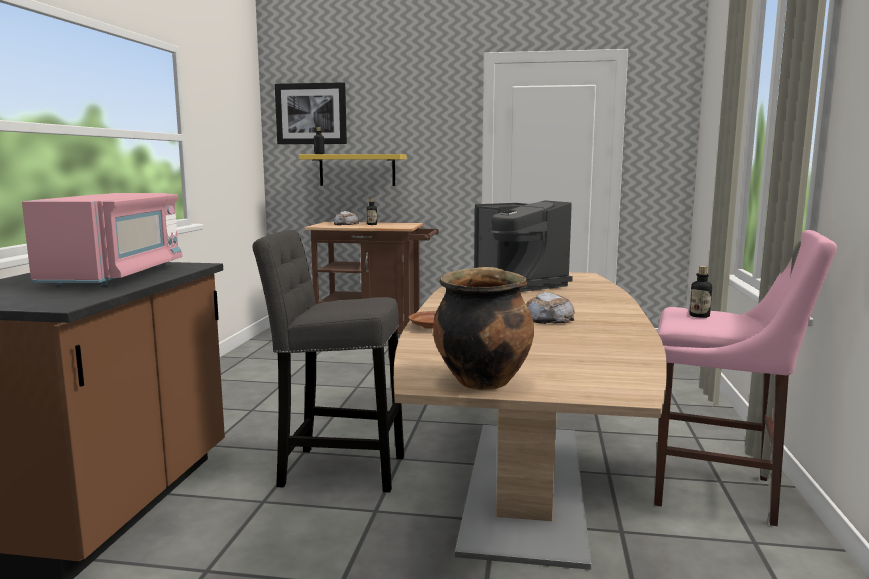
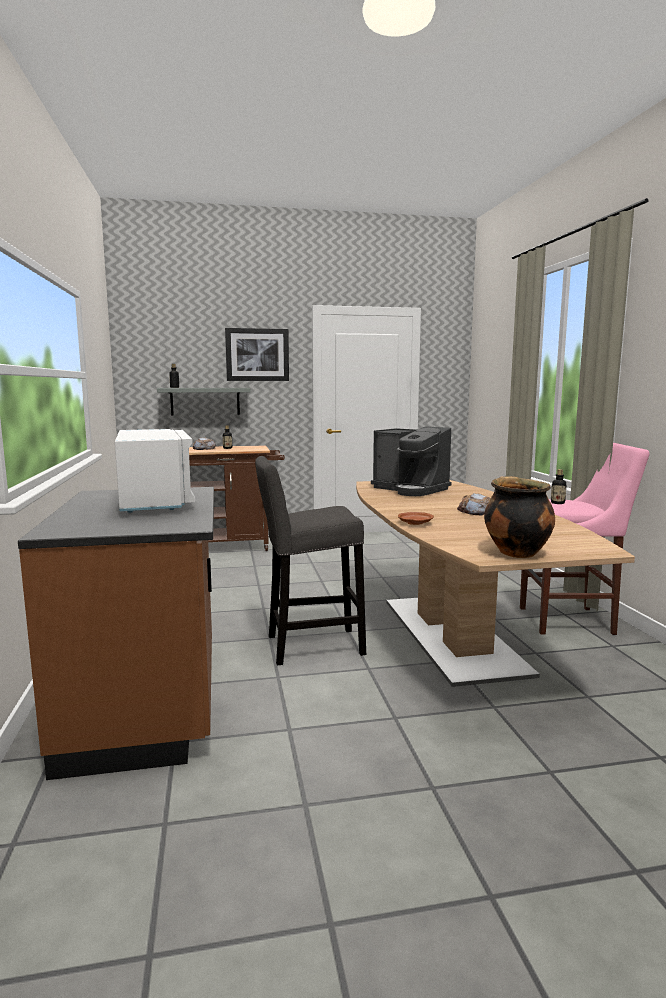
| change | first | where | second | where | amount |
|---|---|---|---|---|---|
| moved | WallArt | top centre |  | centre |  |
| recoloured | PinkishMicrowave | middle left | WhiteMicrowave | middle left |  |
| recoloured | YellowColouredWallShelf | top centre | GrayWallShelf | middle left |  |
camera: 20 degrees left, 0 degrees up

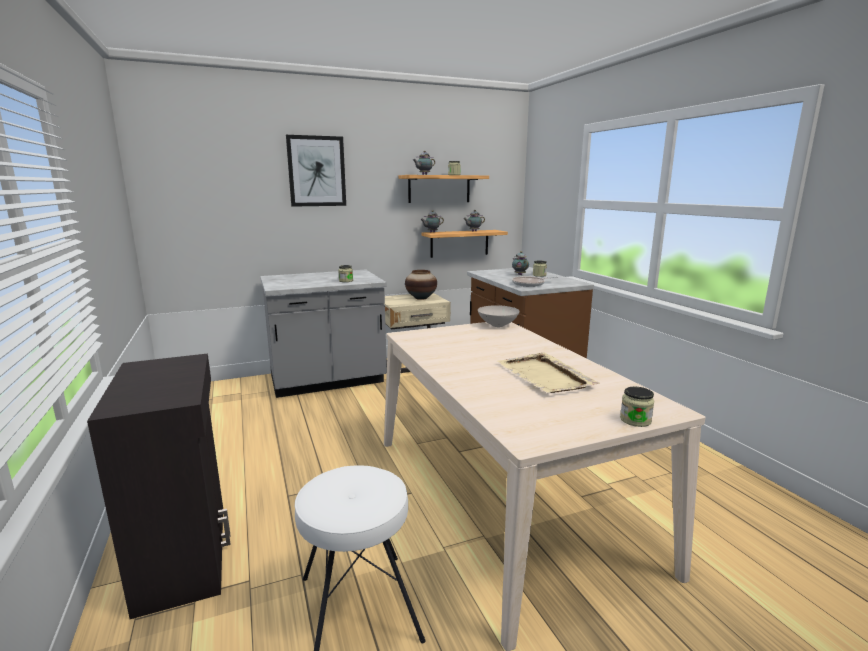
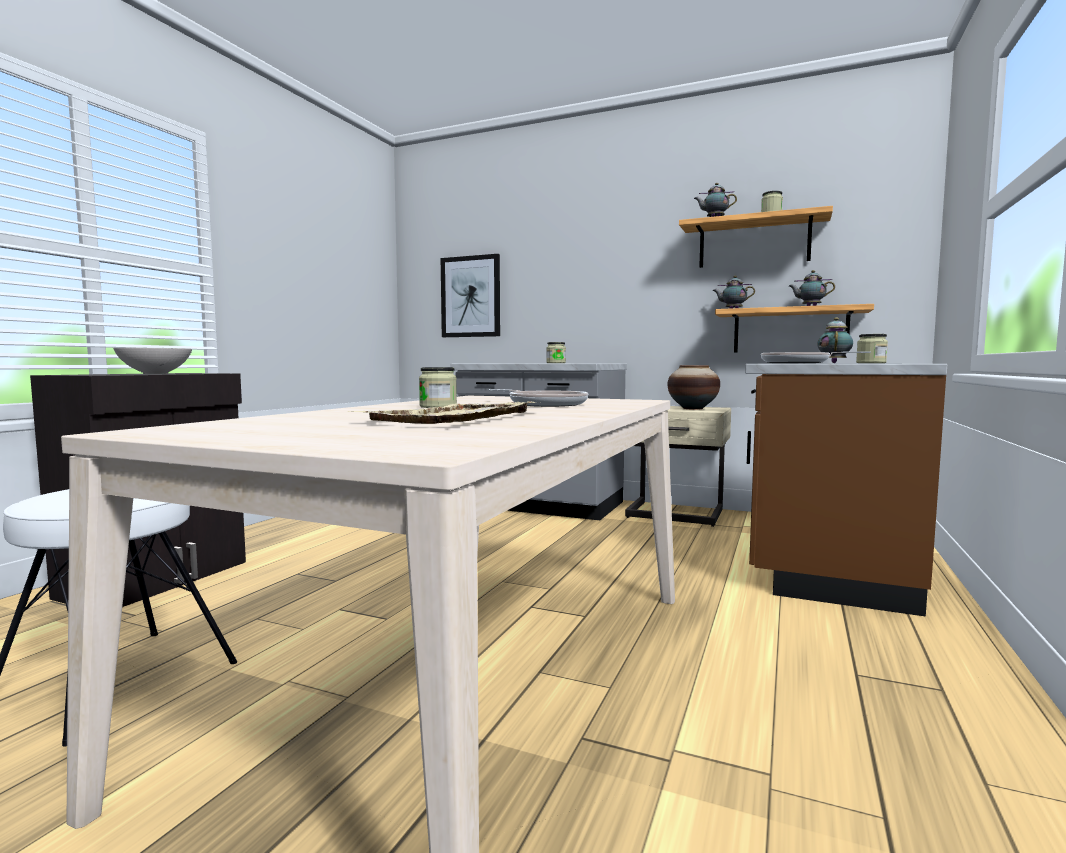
| change | first | where | second | where | amount |
|---|---|---|---|---|---|
| added |  |  | Pan (1st from left) | centre |  |
| moved | WallArt | top centre |  | centre |  |
| moved | WhiteBowl | centre |  | middle left |  |
| moved | StorageJar (4th from left in the first image) | middle right | StorageJar (1st from left) | centre |  |
camera: 45 degrees right, 10 degrees down

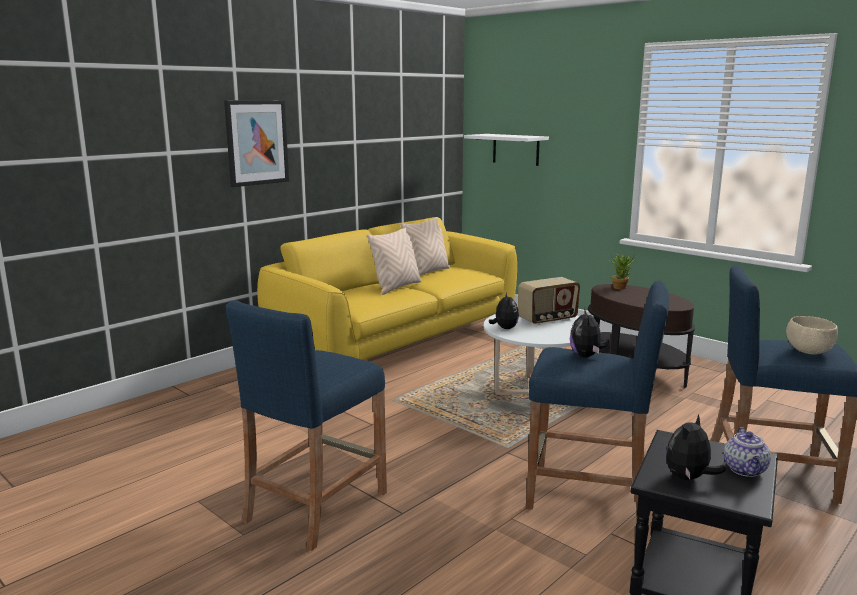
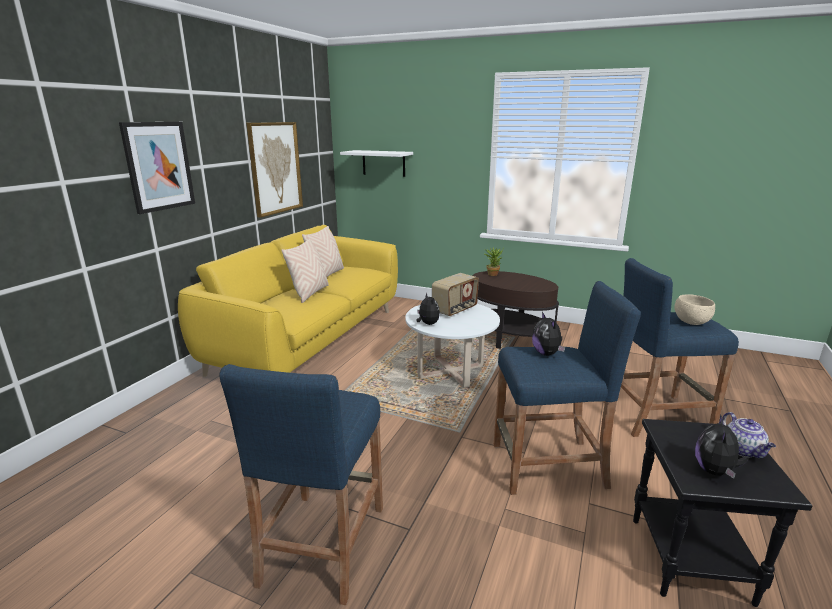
| change | first | where | second | where | amount |
|---|---|---|---|---|---|
| added |  |  | WallArt (2nd from left) | top left |  |
camera: 20 degrees left, 5 degrees up

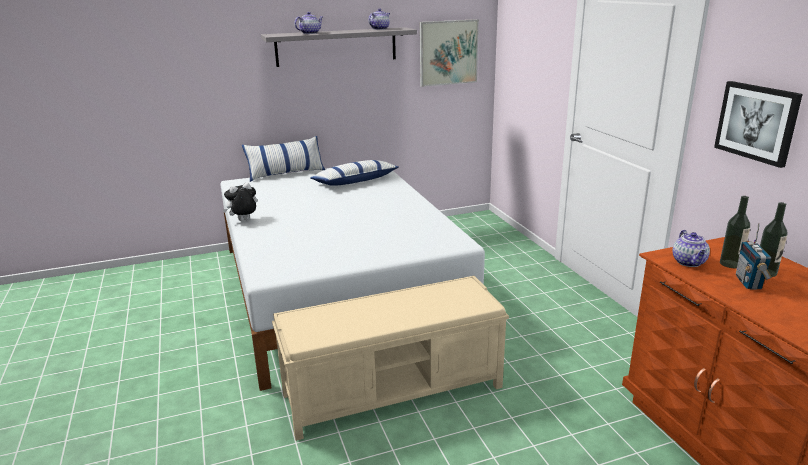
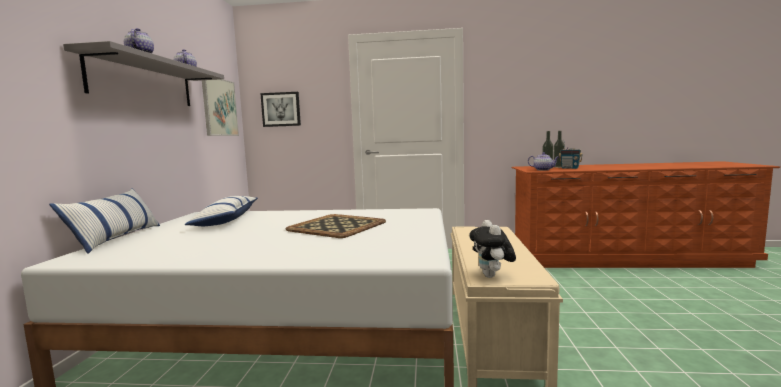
| change | first | where | second | where | amount |
|---|---|---|---|---|---|
| added |  |  | ServingTray | centre |  |
| moved | CuddlyToy | middle left |  | centre |  |
| moved | WallArt (2nd from left) | top right |  | top centre |  |
camera: 65 degrees left, 15 degrees down

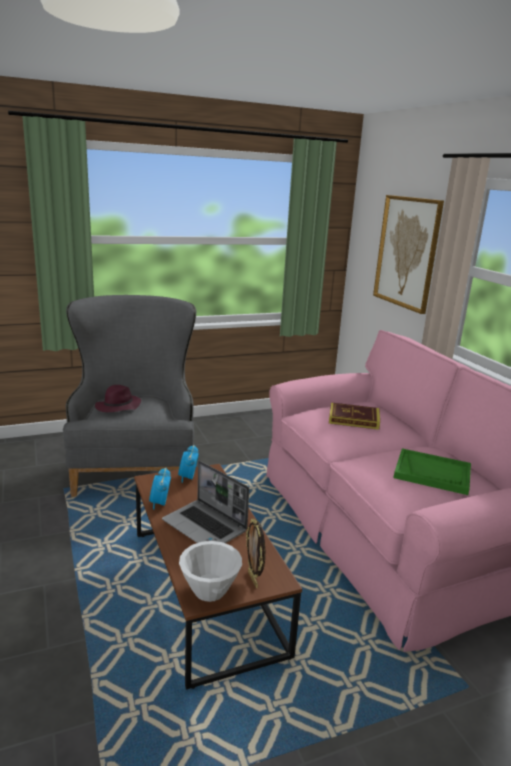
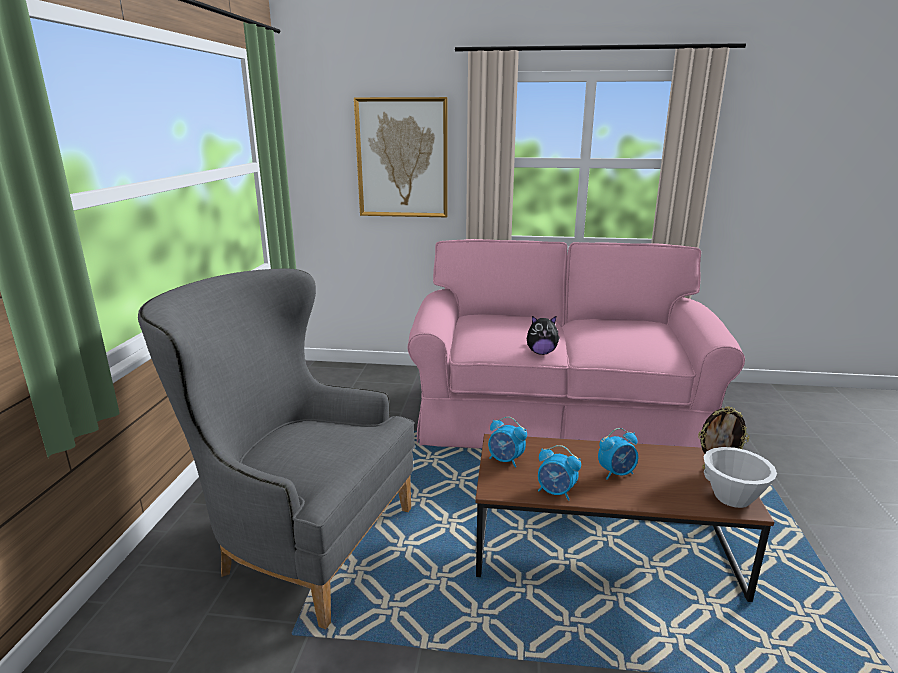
| change | first | where | second | where | amount |
|---|---|---|---|---|---|
| removed | PurplishHat | middle left |  |  |  |
| removed | Volume | middle right |  |  |  |
| removed | GreenishServingTray | middle right |  |  |  |
| added |  |  | CuddlyToy | centre |  |
| replaced | PortableComputer | centre | TableClock (3rd from left) | bottom right |  |
camera: 60 degrees left, 0 degrees up

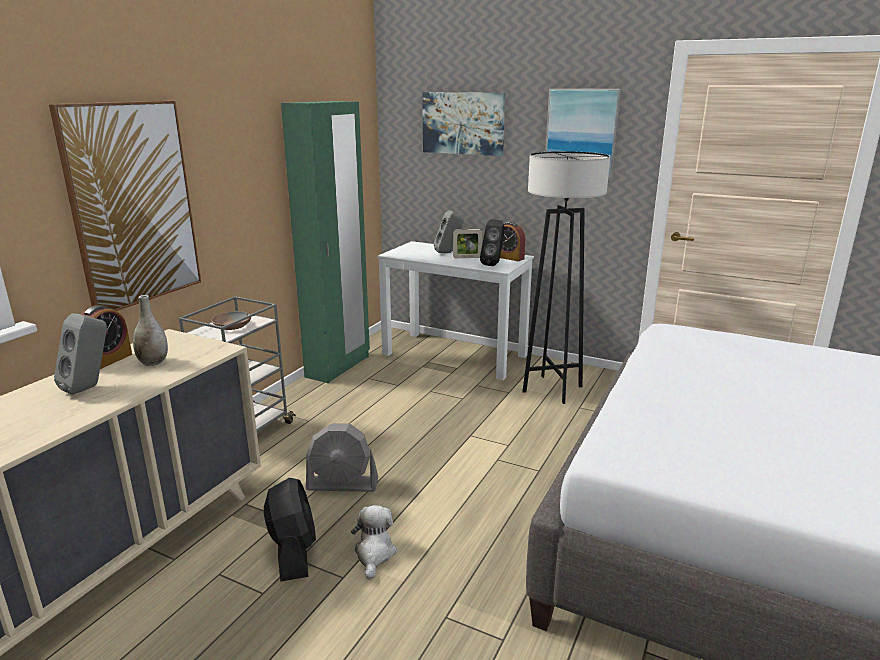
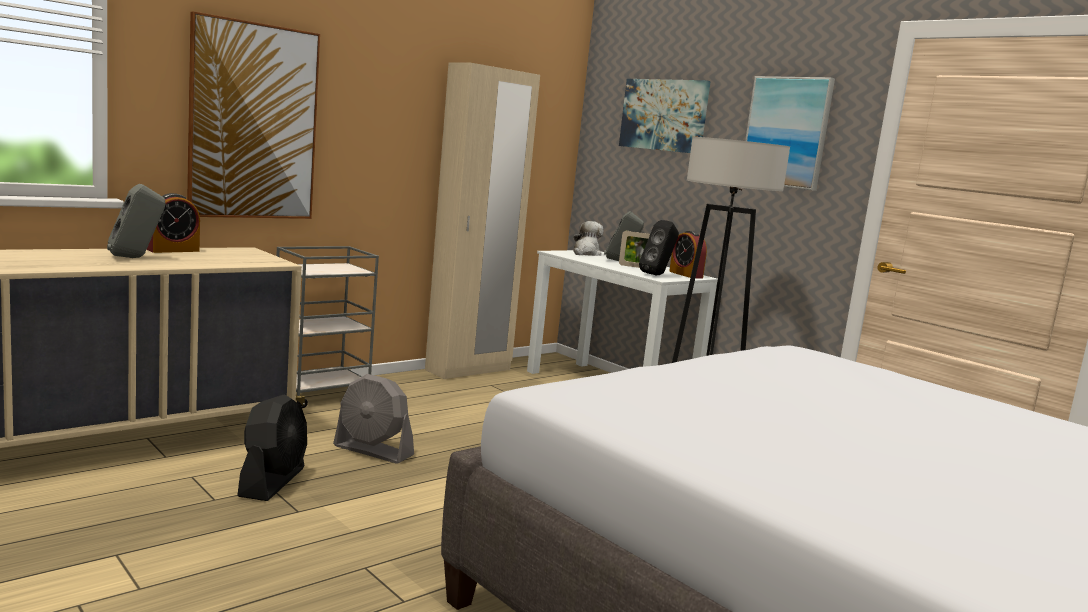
| change | first | where | second | where | amount |
|---|---|---|---|---|---|
| removed | GrayVase | middle left |  |  |  |
| removed | BrownishBowl | middle left |  |  |  |
| moved | CuddlyToy | bottom centre |  | centre |  |
| recoloured | GreenishArmoire | centre | BeigeColouredArmoire | centre |  |
camera: 20 degrees right, 10 degrees down

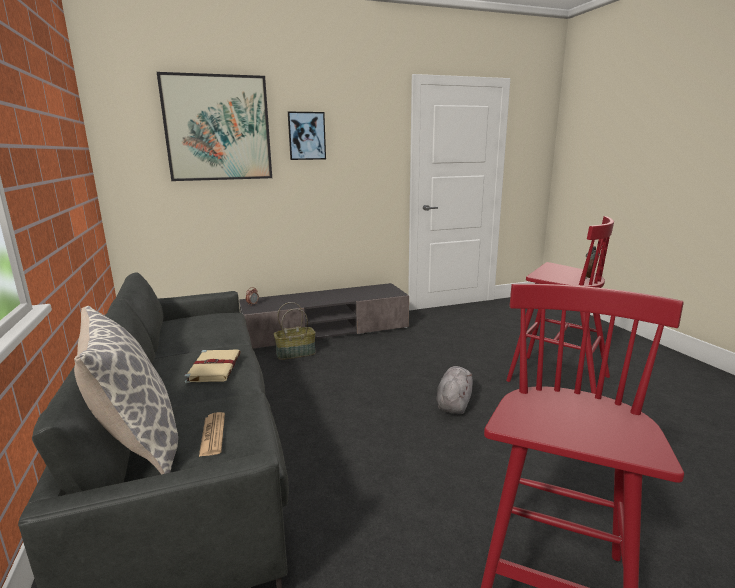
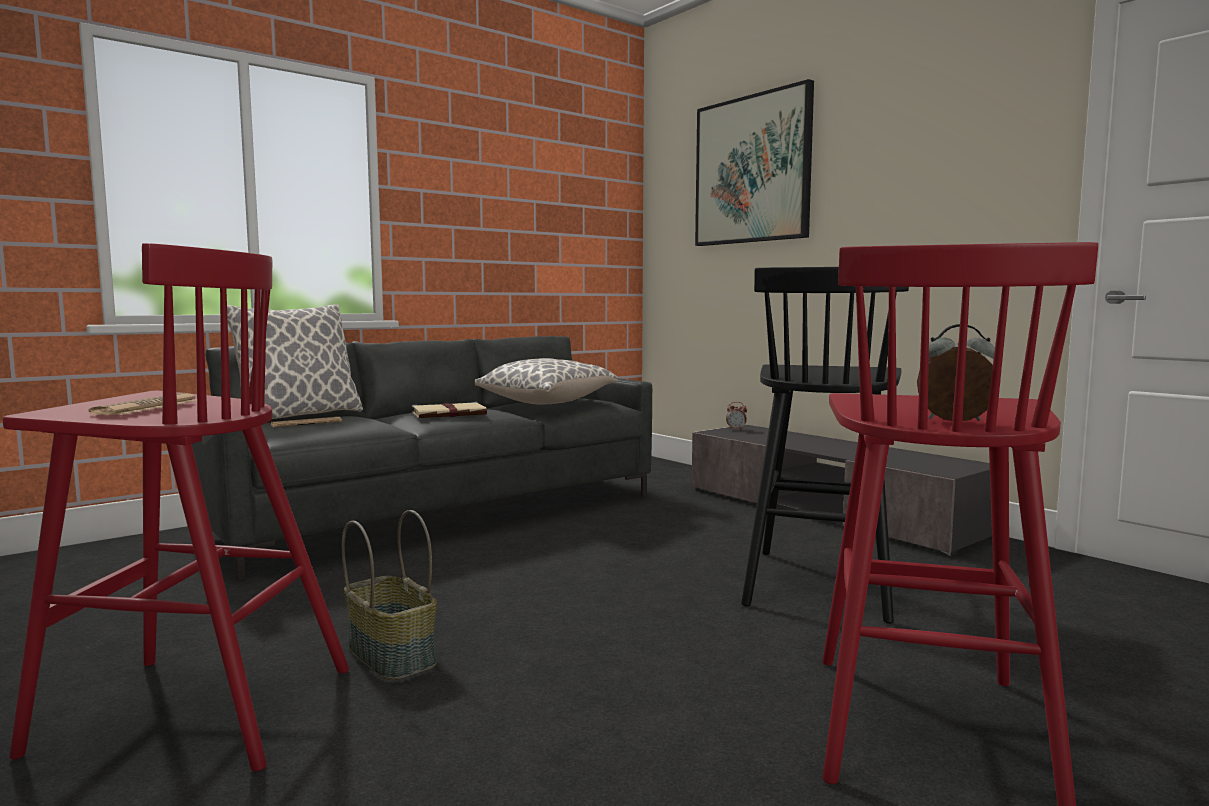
| change | first | where | second | where | amount |
|---|---|---|---|---|---|
| removed | WallArt (2nd from left) | top centre |  |  |  |
| removed | GrayCuddlyToy | centre |  |  |  |
| added |  |  | Newspaper (1st from left) | middle left |  |
| added |  |  | Pillow (2nd from left) | centre |  |
| added |  |  | BlackishSittingStool | middle right |  |
| moved | Basket | centre |  | bottom left |  |
camera: 70 degrees right, 10 degrees down

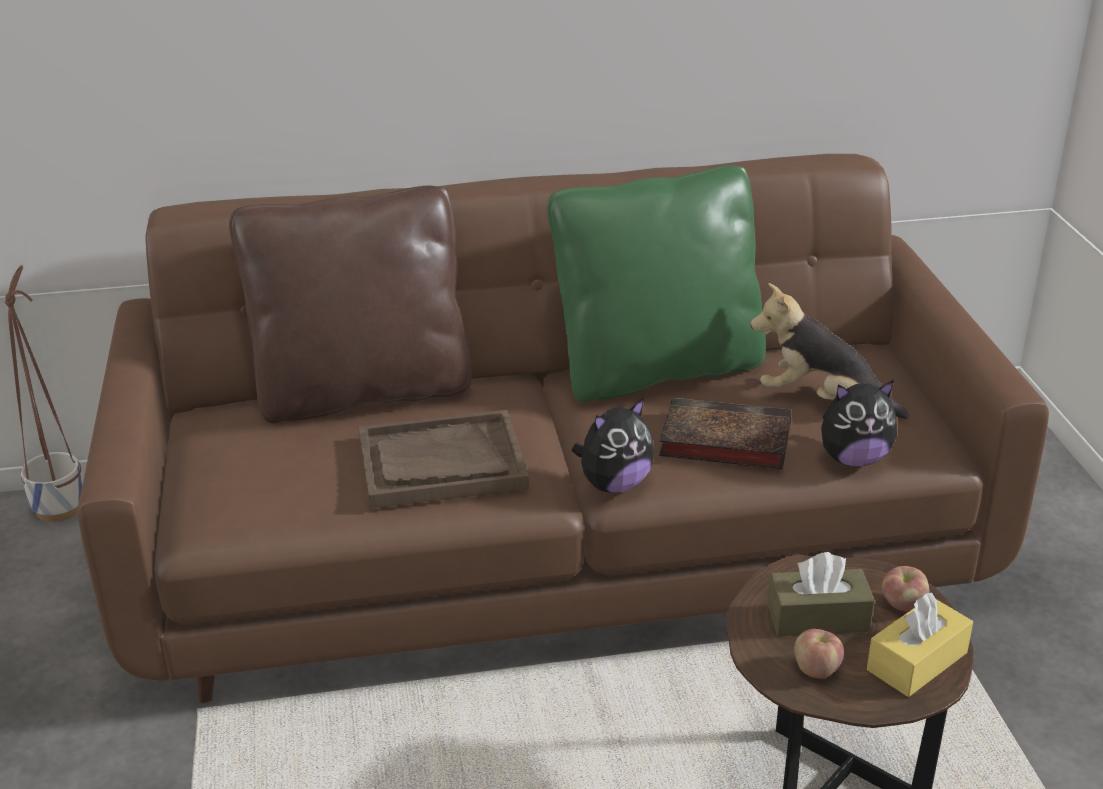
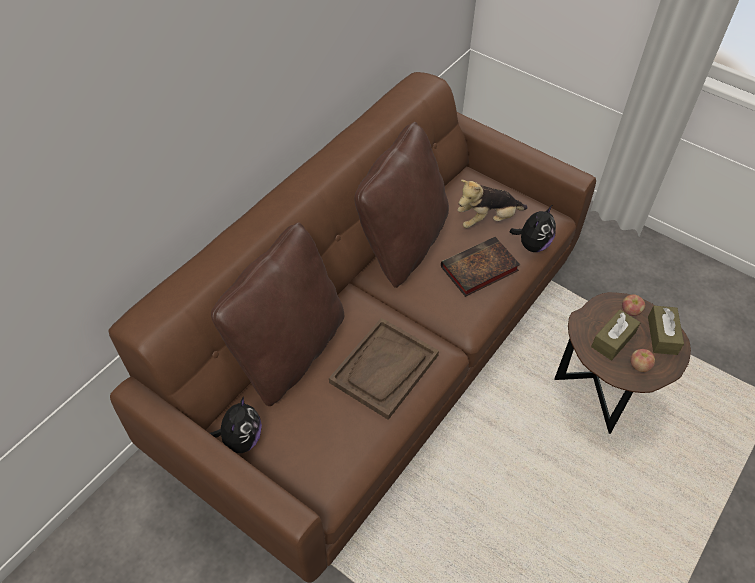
| change | first | where | second | where | amount |
|---|---|---|---|---|---|
| removed | Planter | middle left |  |  |  |
| moved | CuddlyToy (1st from left) | centre |  | bottom left |  |
| recoloured | GreenishPillow | centre | BrownishPillow (2nd from left) | centre |  |
| recoloured | YellowColouredTissueBox | bottom right | BrownishTissueBox (2nd from left) | middle right |  |
camera: 45 degrees left, 20 degrees up

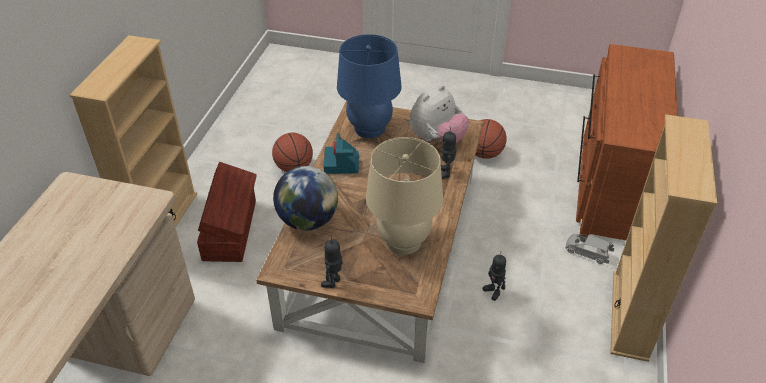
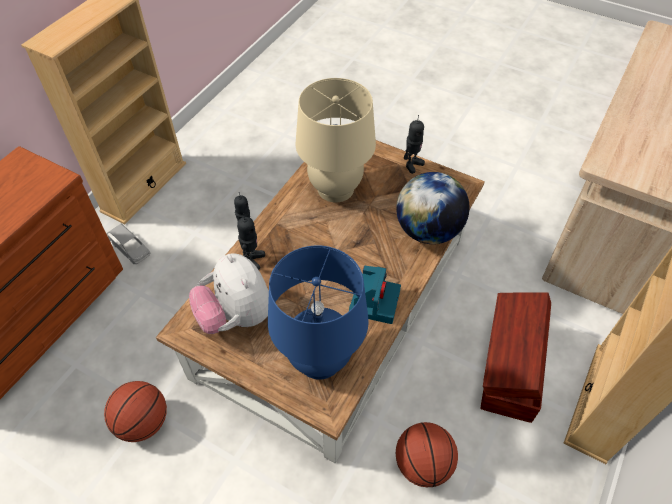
| change | first | where | second | where | amount |
|---|---|---|---|---|---|
| turned | CuddlyToy | top centre |  | centre | 90 degrees counterclockwise |
camera: 165 degrees left, 10 degrees up

